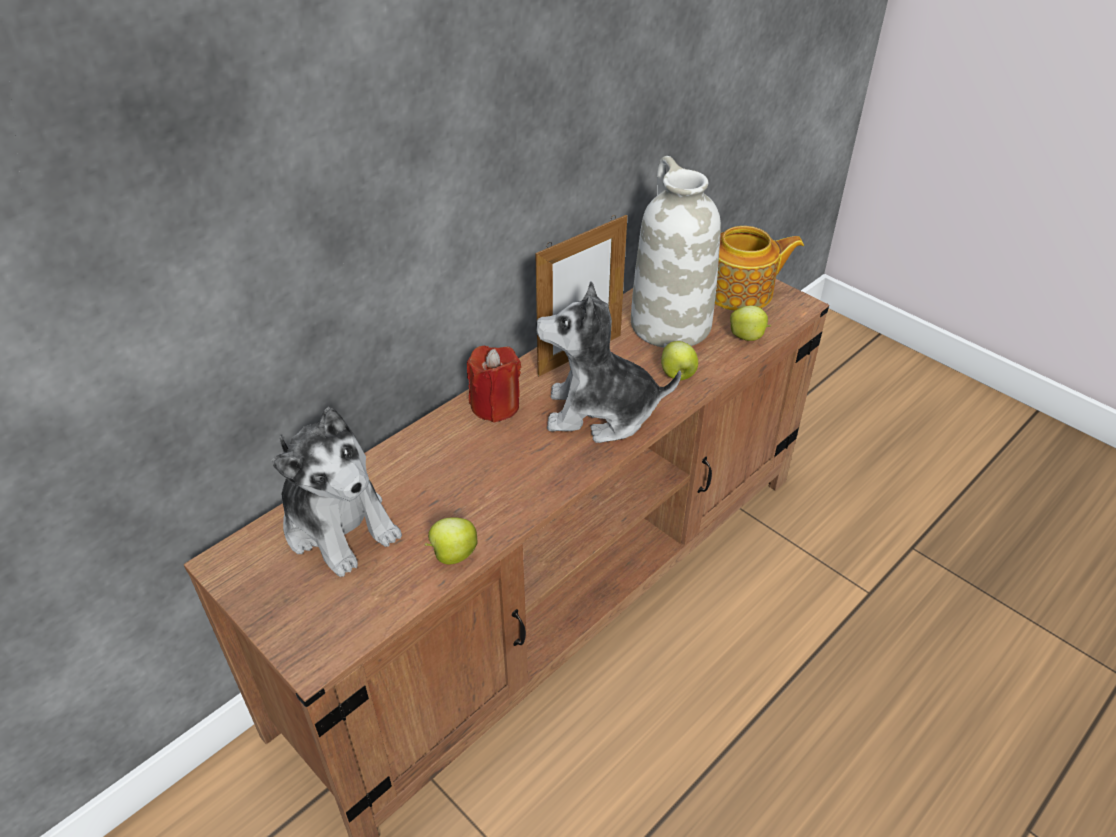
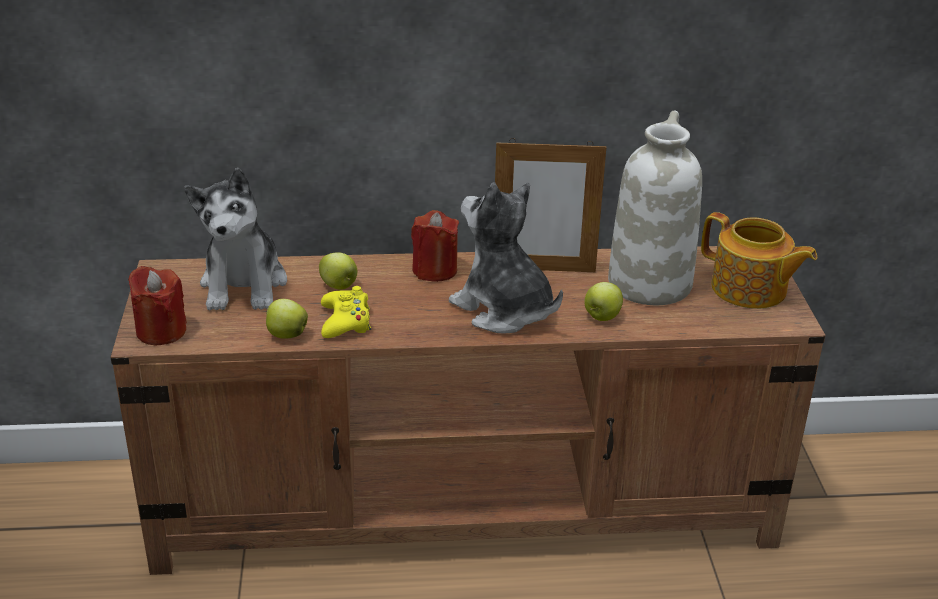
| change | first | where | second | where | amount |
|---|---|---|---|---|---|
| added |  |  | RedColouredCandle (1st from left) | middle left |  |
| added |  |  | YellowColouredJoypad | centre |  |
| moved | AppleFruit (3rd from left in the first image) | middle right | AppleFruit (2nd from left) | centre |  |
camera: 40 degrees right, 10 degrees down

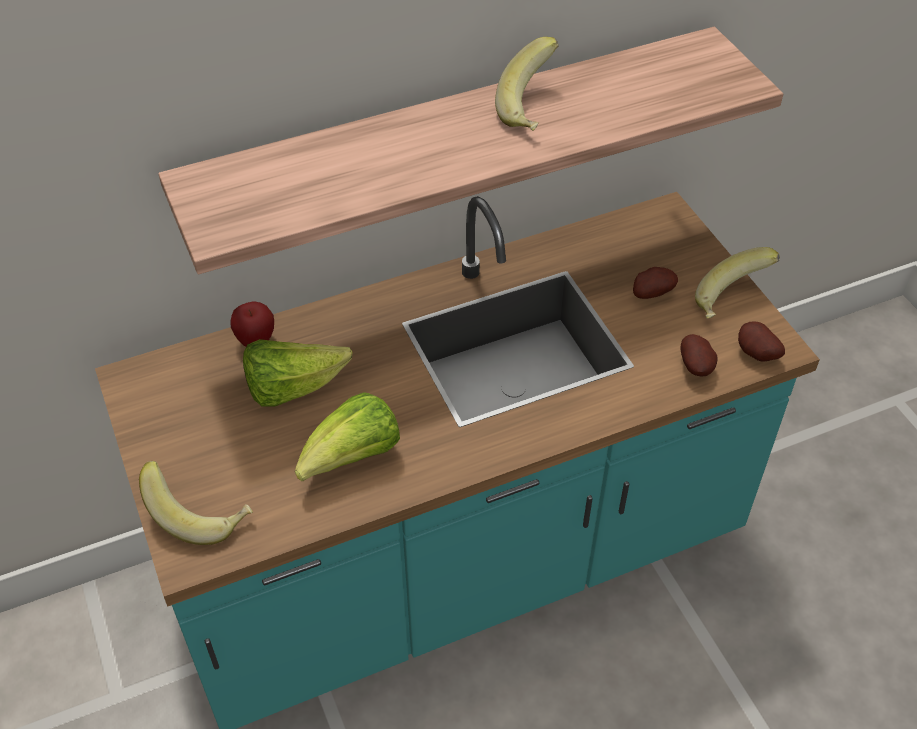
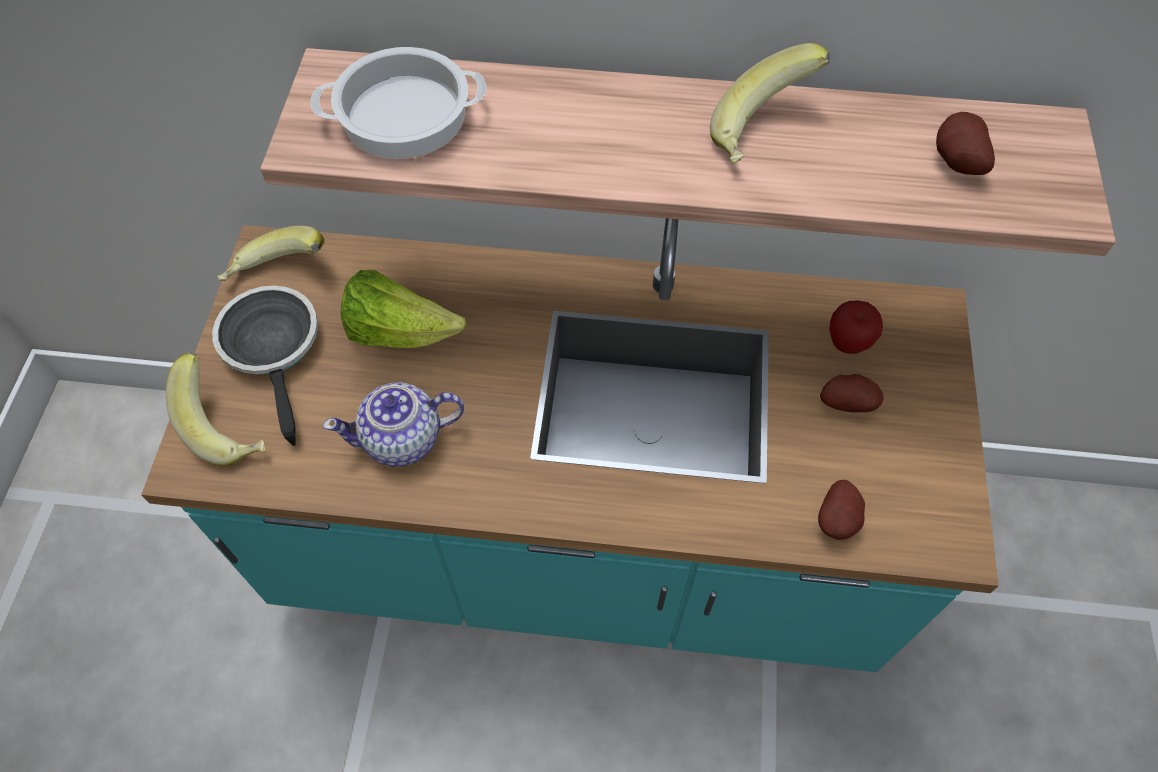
| change | first | where | second | where | amount |
|---|---|---|---|---|---|
| added |  |  | Pan | middle left |  |
| added |  |  | CookingPot | top centre |  |
| moved | AppleFruit | middle left |  | middle right |  |
| moved | BananaFruit (3rd from left in the first image) | middle right | BananaFruit (2nd from left) | top left |  |
| moved | WholePotato (3rd from left) | middle right |  | top right |  |
| replaced | LettuceHead (2nd from left) | centre | PotForTea | centre |  |
camera: 30 degrees right, 10 degrees up

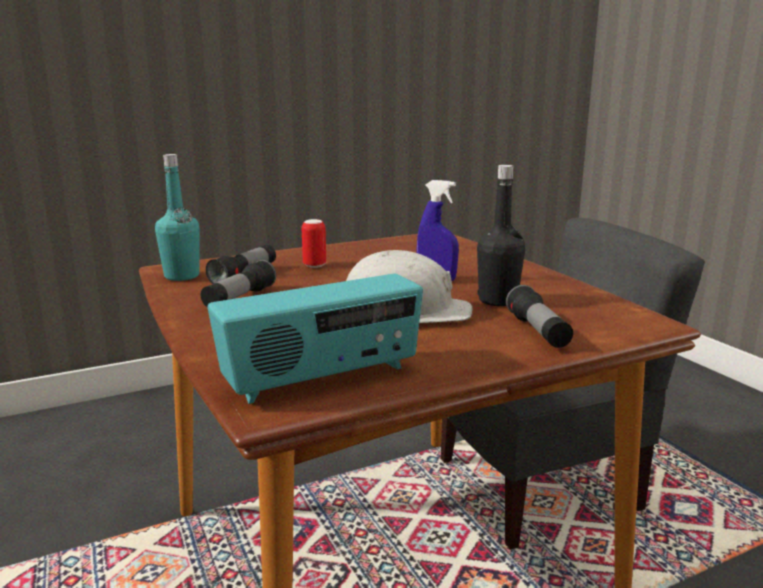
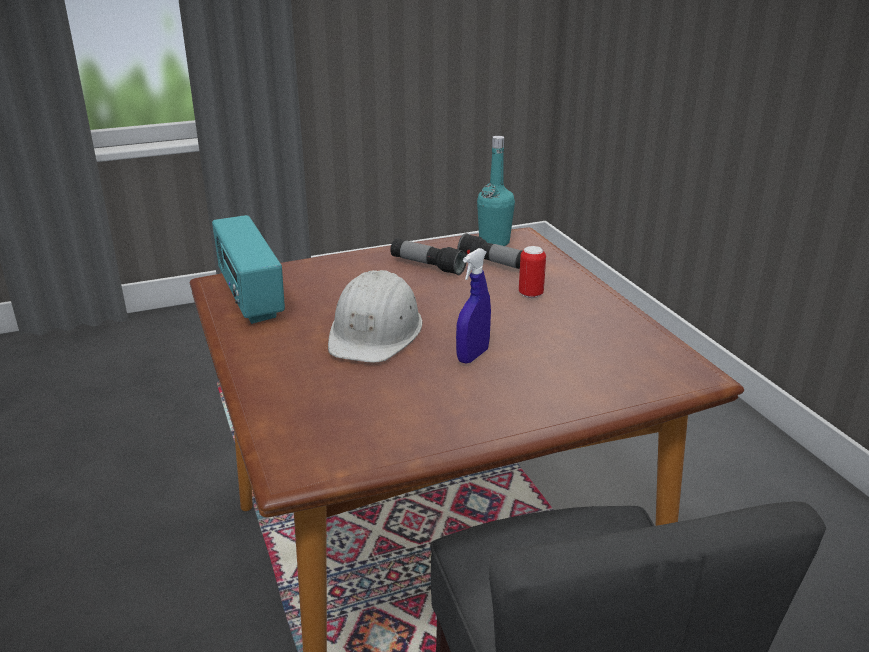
| change | first | where | second | where | amount |
|---|---|---|---|---|---|
| removed | BlackishBeverageBottle | centre |  |  |  |
| removed | Torch (3rd from left) | middle right |  |  |  |
camera: 95 degrees right, 10 degrees up

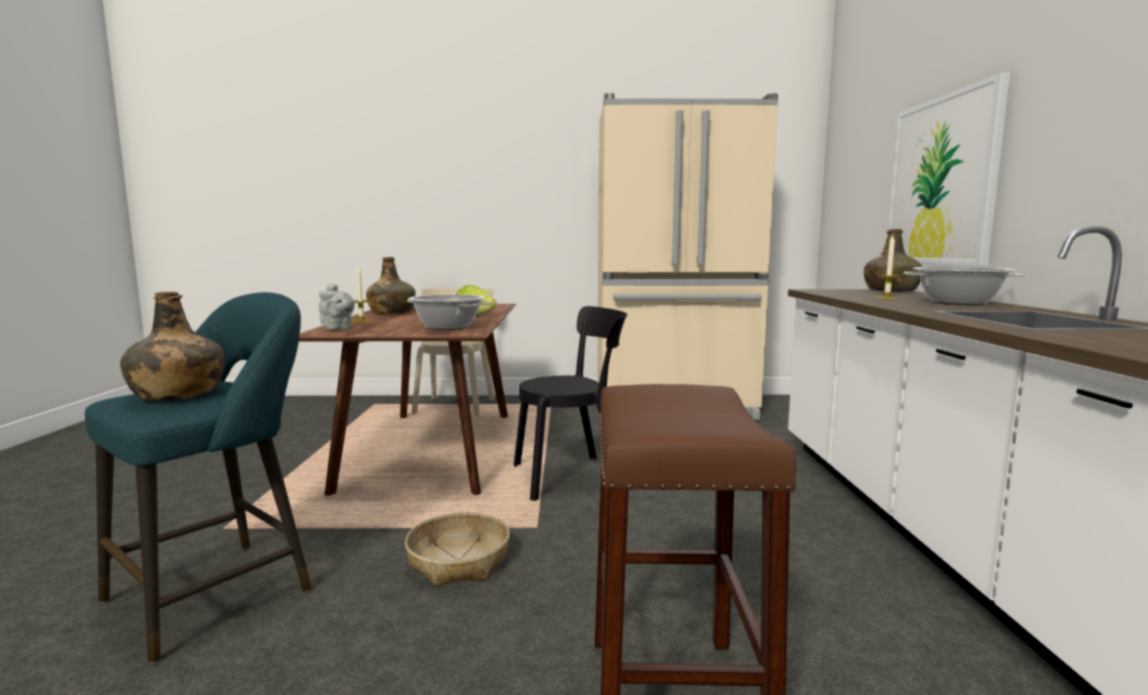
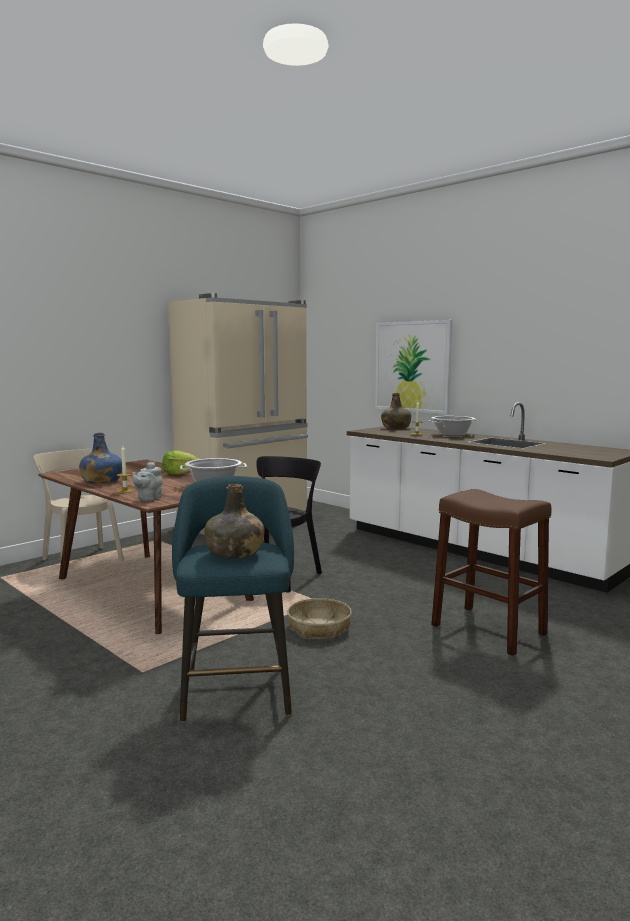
| change | first | where | second | where | amount |
|---|---|---|---|---|---|
| recoloured | GreenishBeverageBottle (2nd from left) | centre | BlueColouredBeverageBottle | middle left |  |
| turned | GrayPotForTea | middle left |  | middle left | 120 degrees clockwise |
camera: 45 degrees left, 0 degrees up

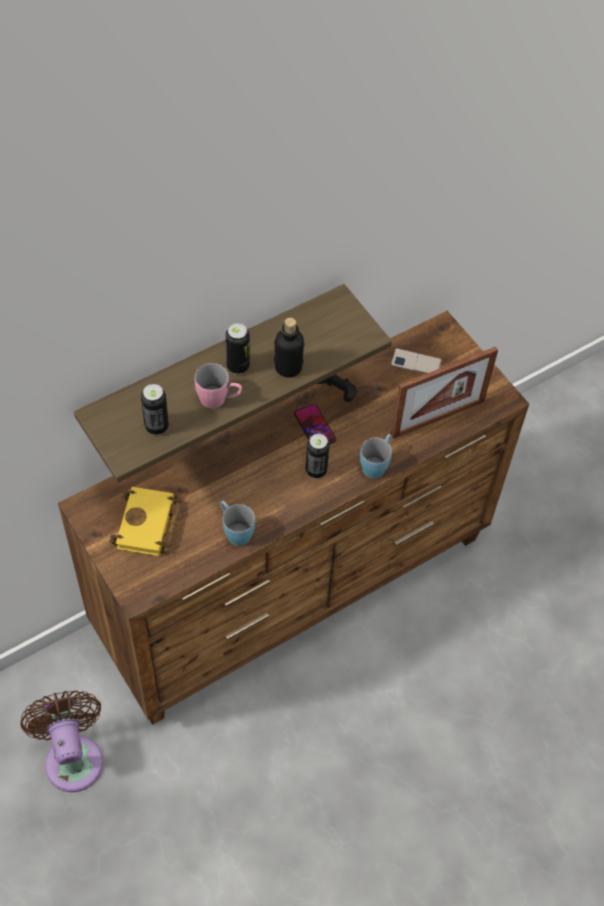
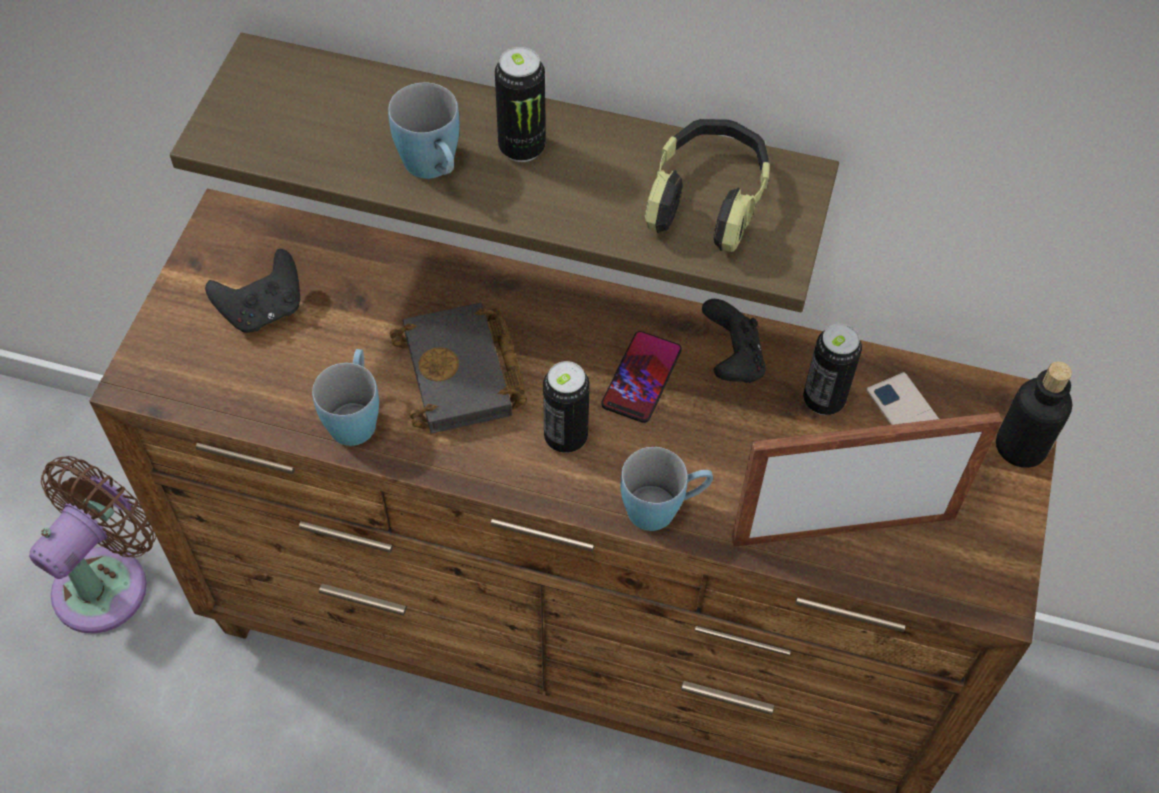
| change | first | where | second | where | amount |
|---|---|---|---|---|---|
| added |  |  | BlackishVolume | centre |  |
| added |  |  | Headset | top centre |  |
| moved | Can (1st from left in the first image) | middle left | Can (3rd from left) | middle right |  |
| moved | BeverageBottle | centre |  | middle right |  |
| replaced | YellowColouredVolume | middle left | BlackishJoypad (1st from left) | middle left |  |
| recoloured | PinkishCoffeeMug | centre | BlueColouredCoffeeMug (2nd from left) | top centre |  |
| turned | StandingFrame | middle right |  | middle right | 150 degrees clockwise |
camera: 50 degrees right, 0 degrees up

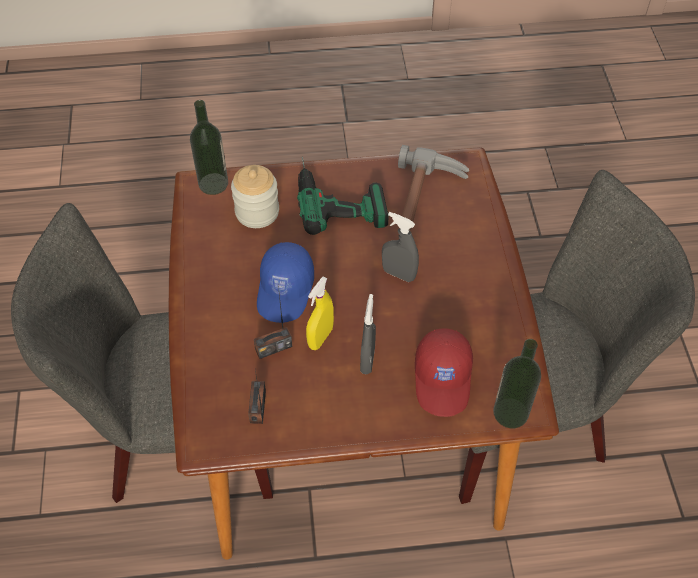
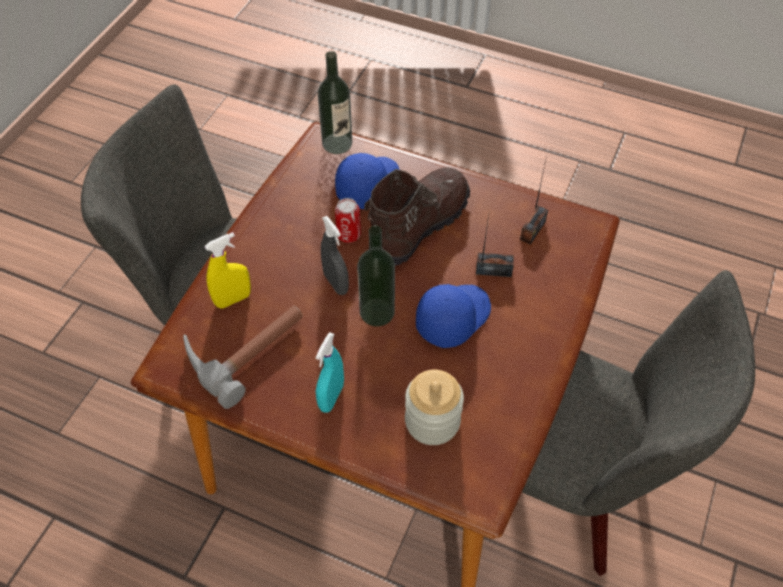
| change | first | where | second | where | amount |
|---|---|---|---|---|---|
| added |  |  | Can | centre |  |
| moved | BeverageBottle (1st from left in the first image) | top left | BeverageBottle (2nd from left) | centre |  |
| moved | YellowColouredHandSprayer | centre |  | middle left |  |
| replaced | ElectricDrill | centre | TurquoiseColouredHandSprayer | centre |  |
| replaced | GrayHandSprayer (1st from left) | centre | BrownishTallBoot | centre |  |
| recoloured | RedColouredPeakedCap | centre | BlueColouredPeakedCap (1st from left) | top centre |  |
camera: 150 degrees left, 0 degrees up

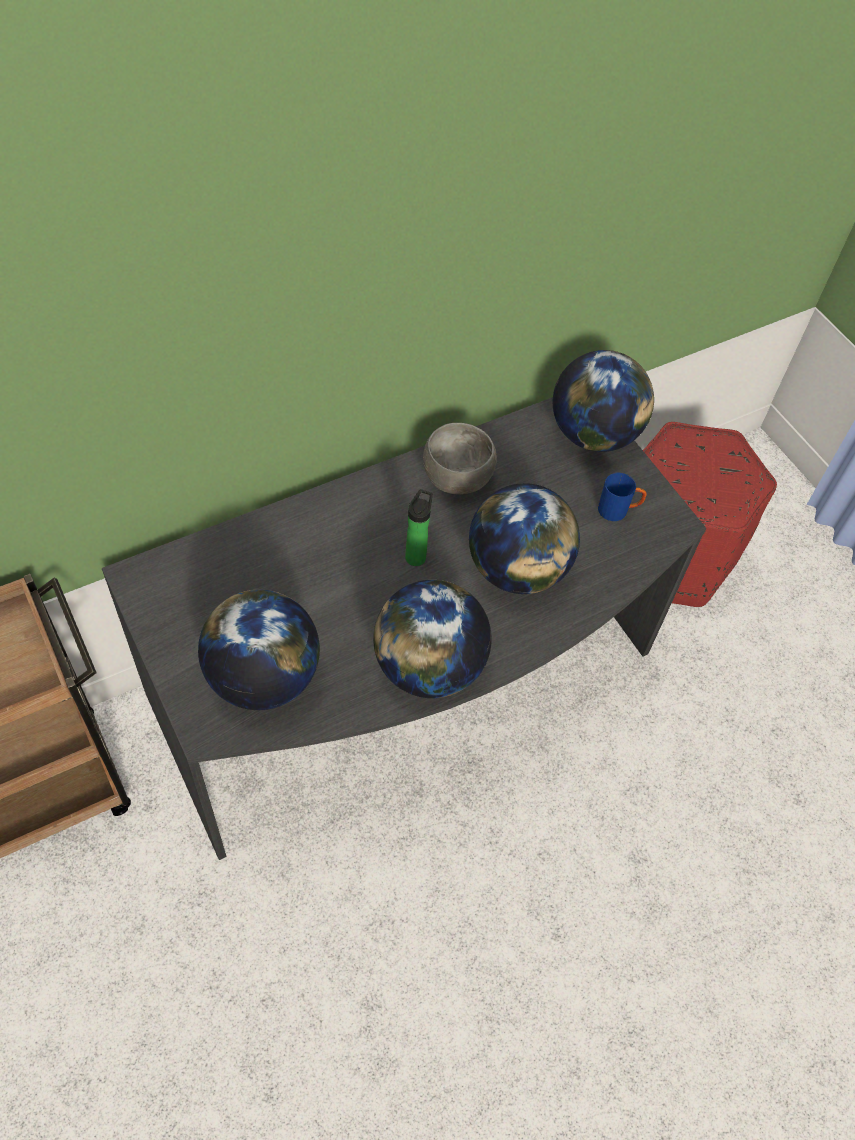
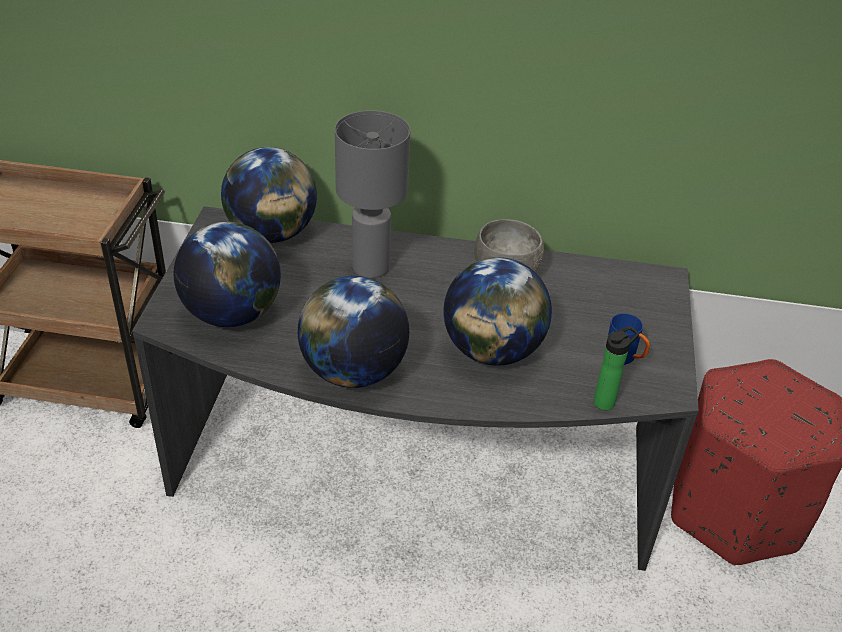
| change | first | where | second | where | amount |
|---|---|---|---|---|---|
| added |  |  | GrayTableLamp | top centre |  |
| moved | BeverageBottle | centre |  | middle right |  |
| moved | DeskGlobe (4th from left in the first image) | middle right | DeskGlobe (2nd from left) | top left |  |
camera: 40 degrees right, 15 degrees down

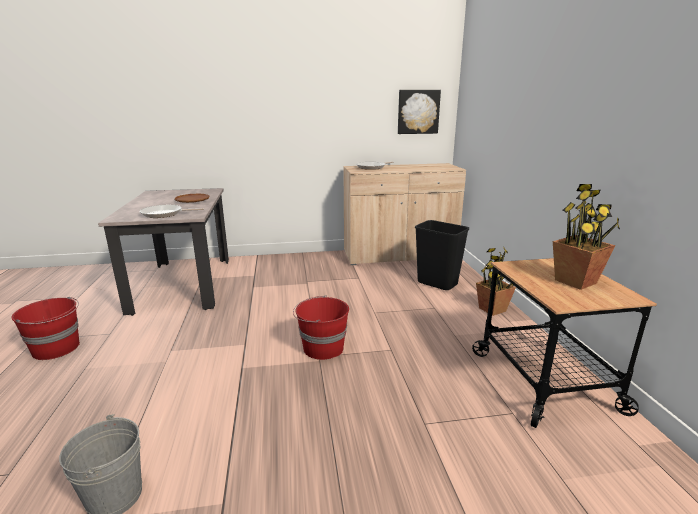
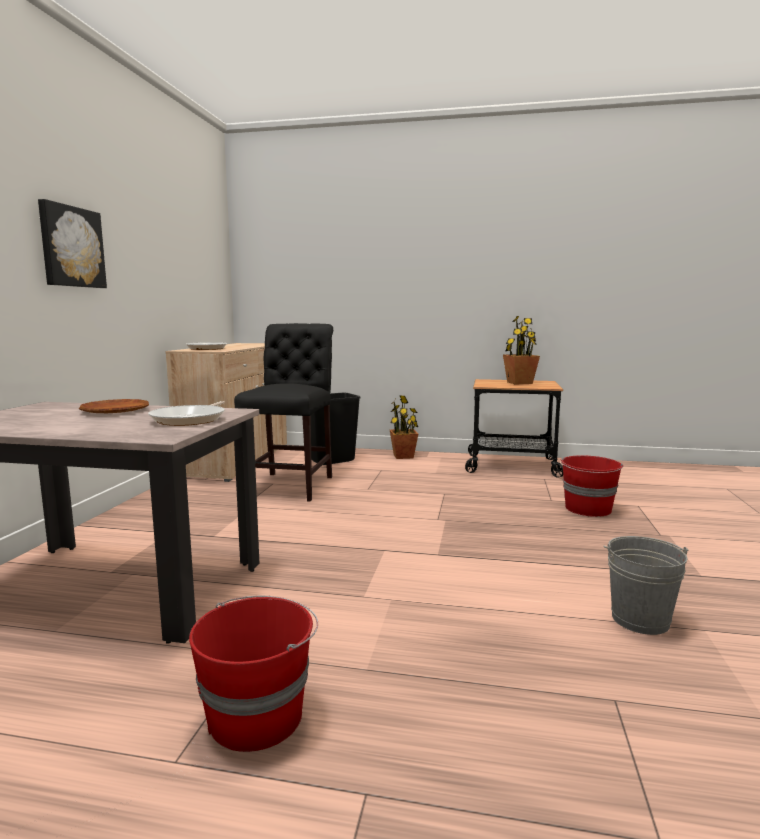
| change | first | where | second | where | amount |
|---|---|---|---|---|---|
| added |  |  | BlackishUprightChair | centre |  |
| moved | RedColouredWaterBucket (2nd from left) | centre |  | middle right |  |
| moved | WallArt | top centre |  | top left |  |
camera: 70 degrees left, 10 degrees down

